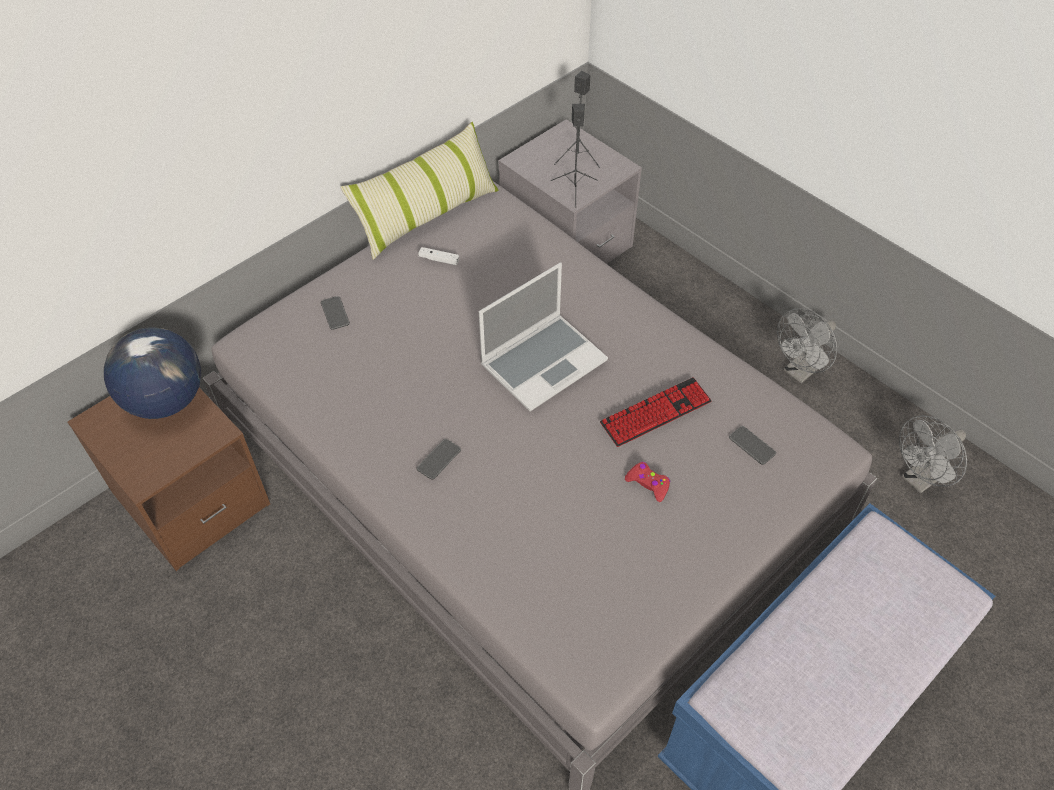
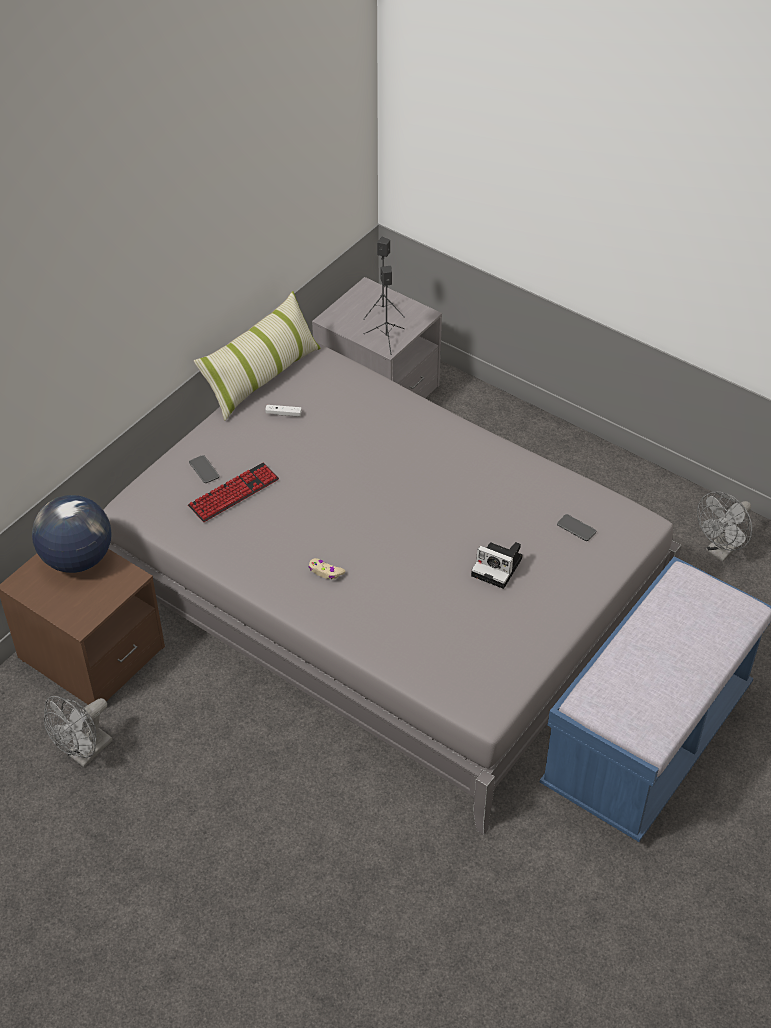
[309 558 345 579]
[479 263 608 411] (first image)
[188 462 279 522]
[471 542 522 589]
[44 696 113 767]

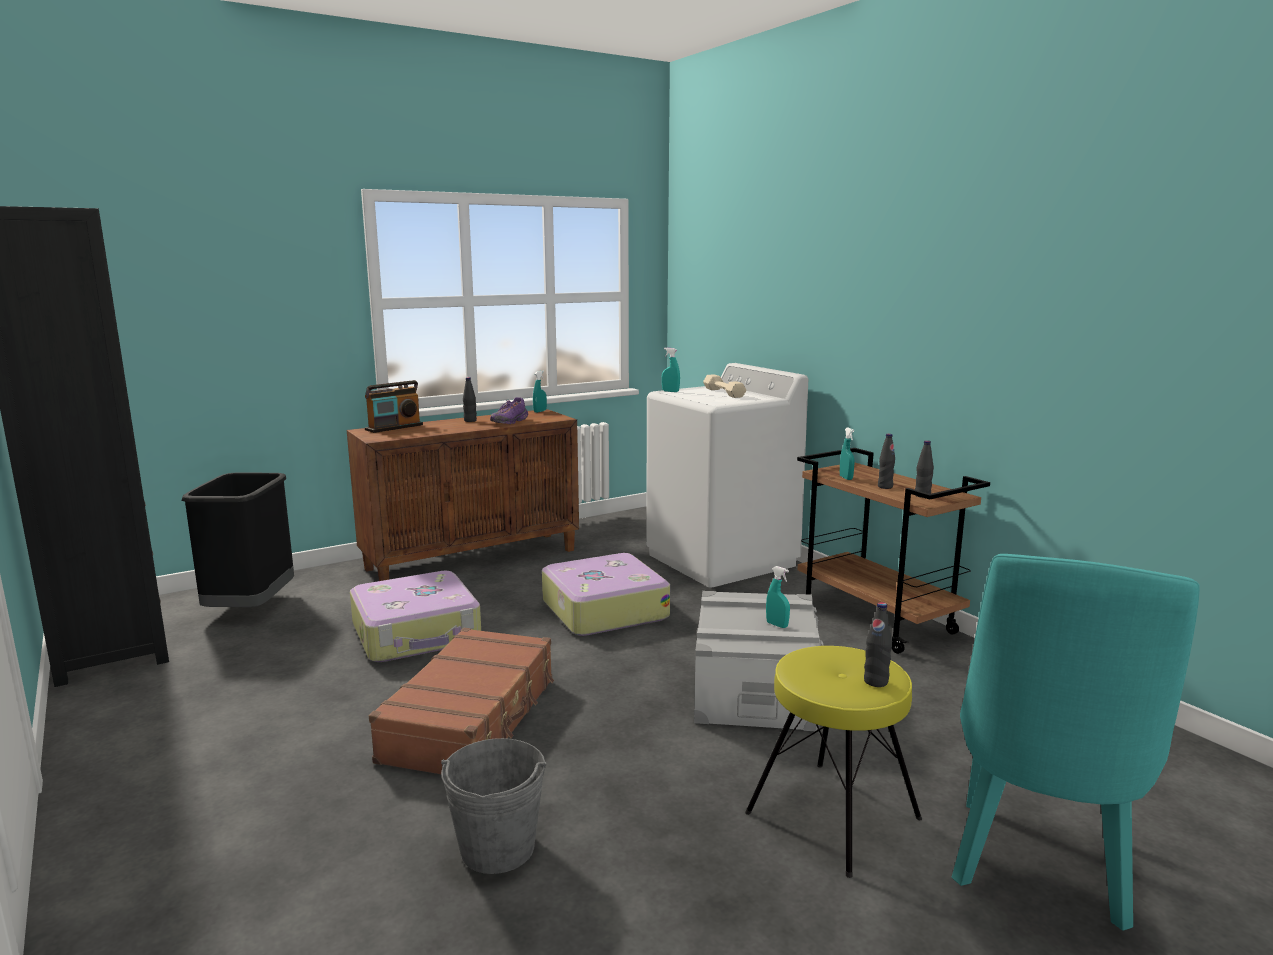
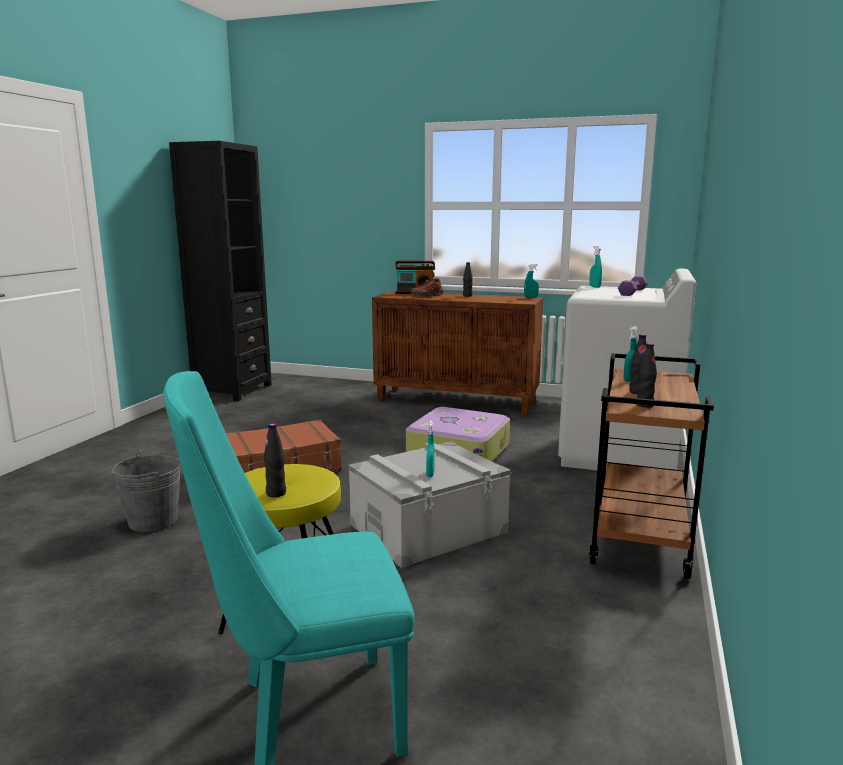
[182 473 294 607] (first image)
[350 571 481 662] (first image)
[490 397 528 425] (first image)
[618 276 648 296]
[410 278 444 298]

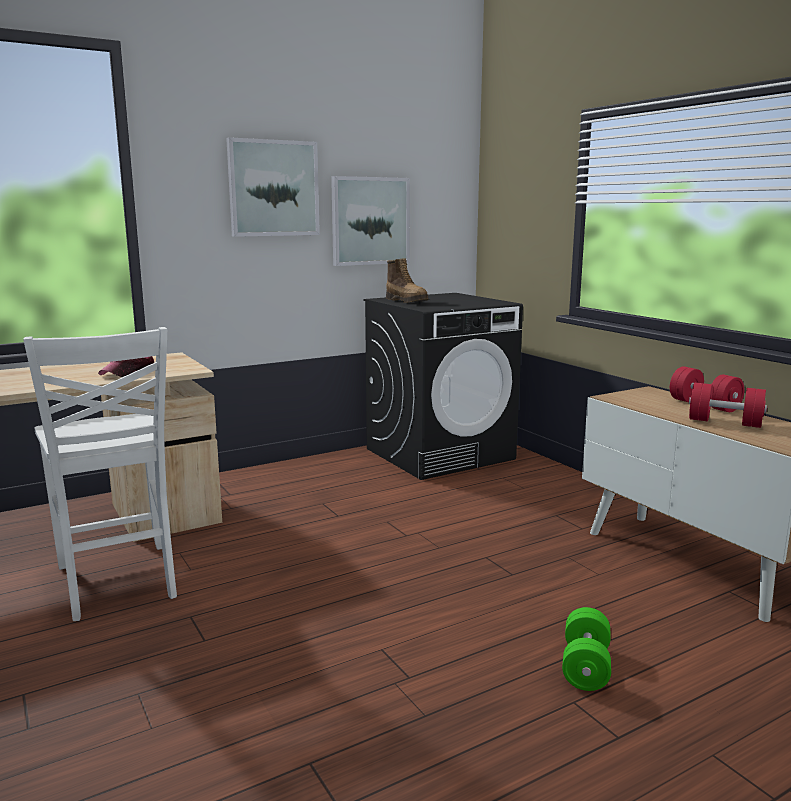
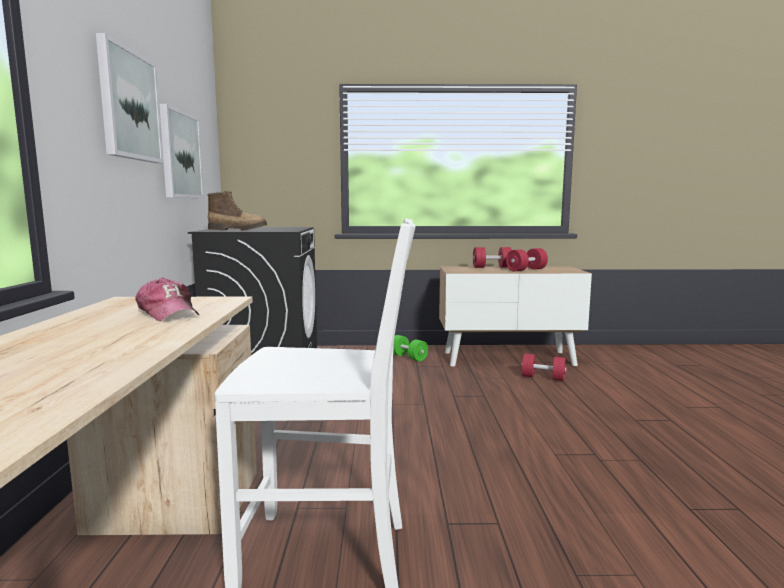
[393 335 428 362]
[522 354 567 381]

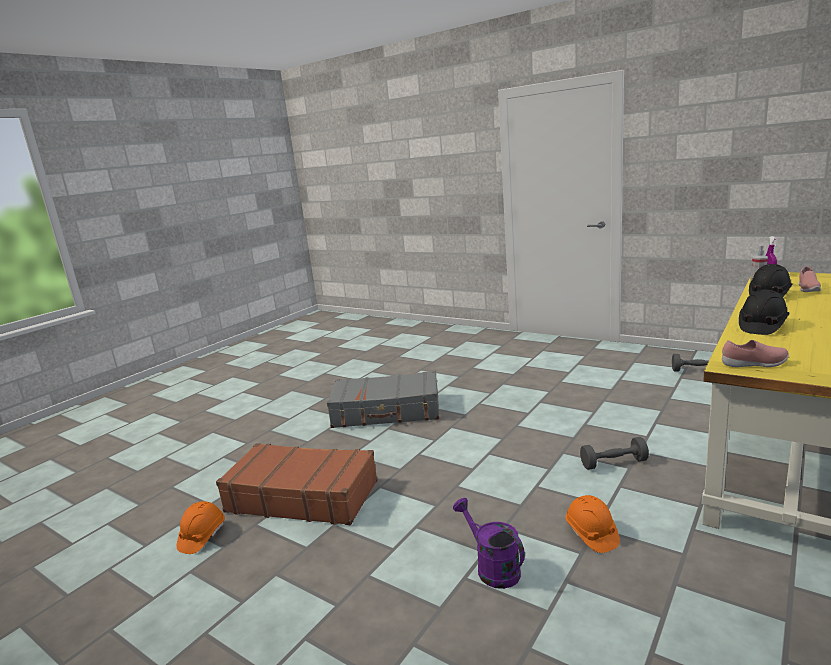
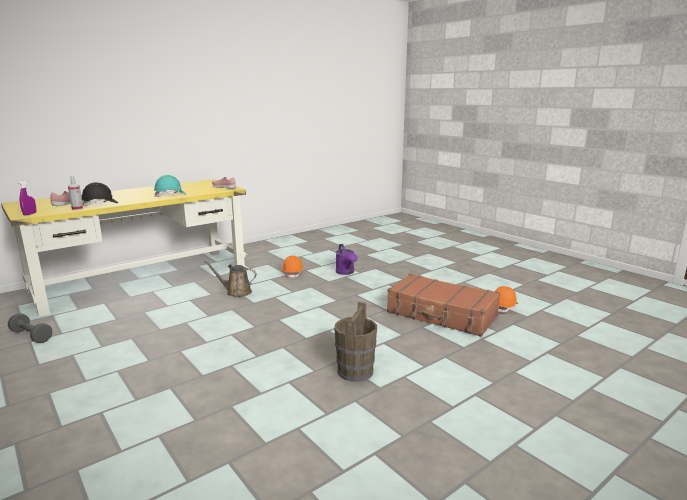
[334 302 377 382]
[204 261 257 297]
[154 175 186 197]

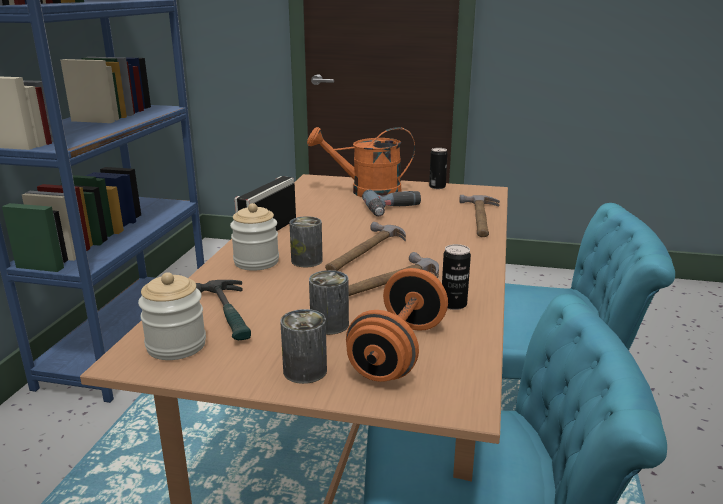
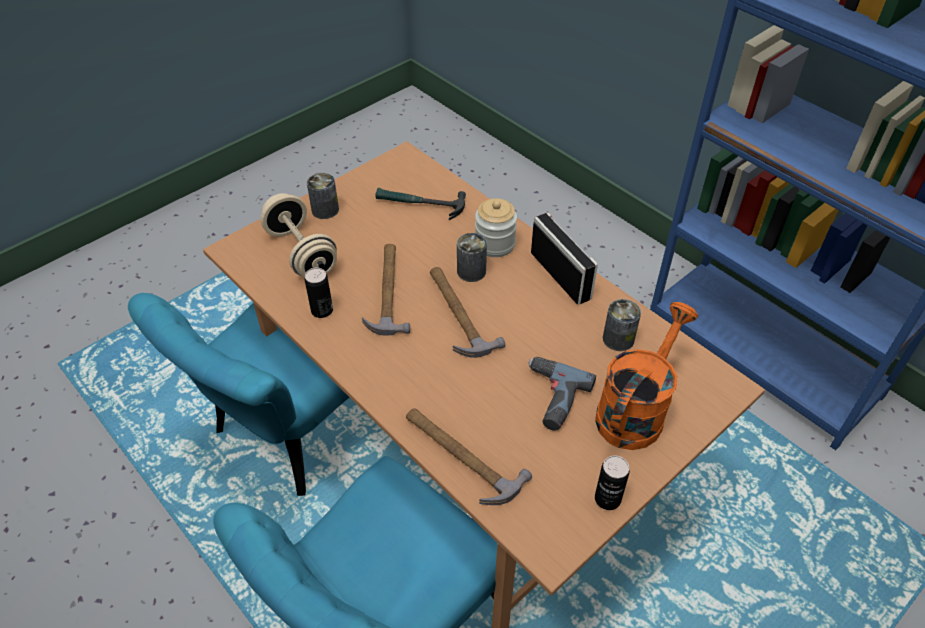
[138 272 206 360] (first image)
[603 299 641 351]
[261 193 337 277]

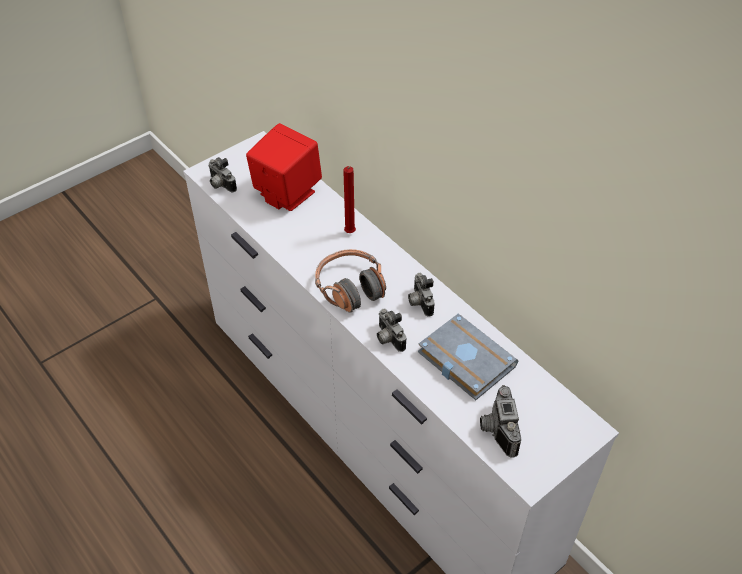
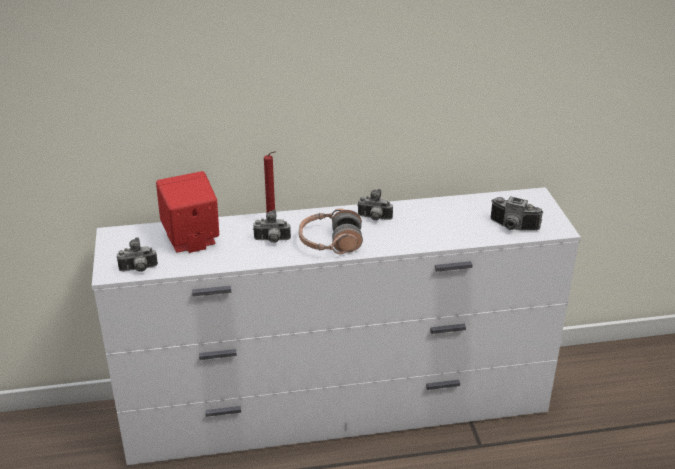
[253 210 291 243]
[418 314 519 400] (first image)

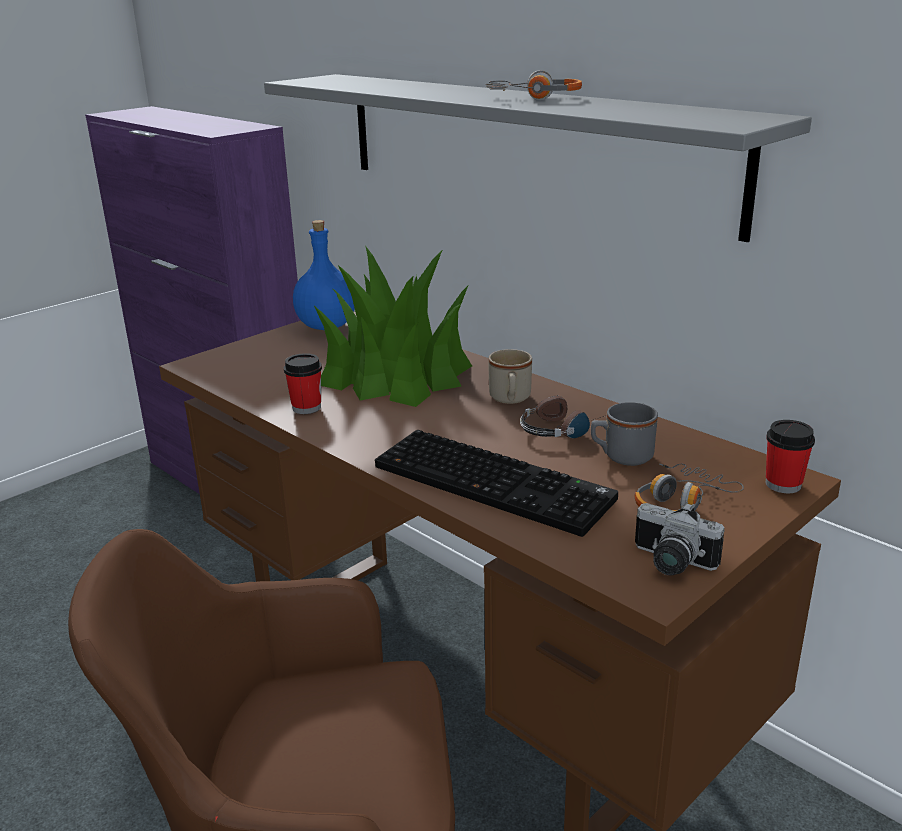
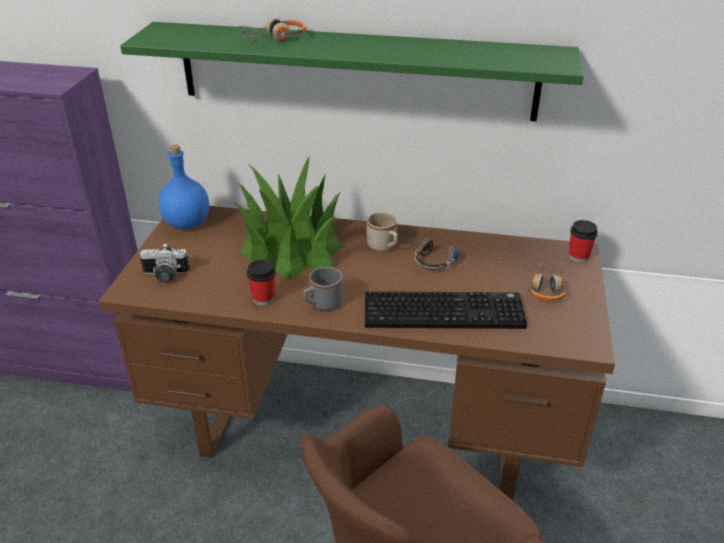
[120 22 584 121]
[236 18 306 42]
[303 267 343 311]
[140 243 190 283]

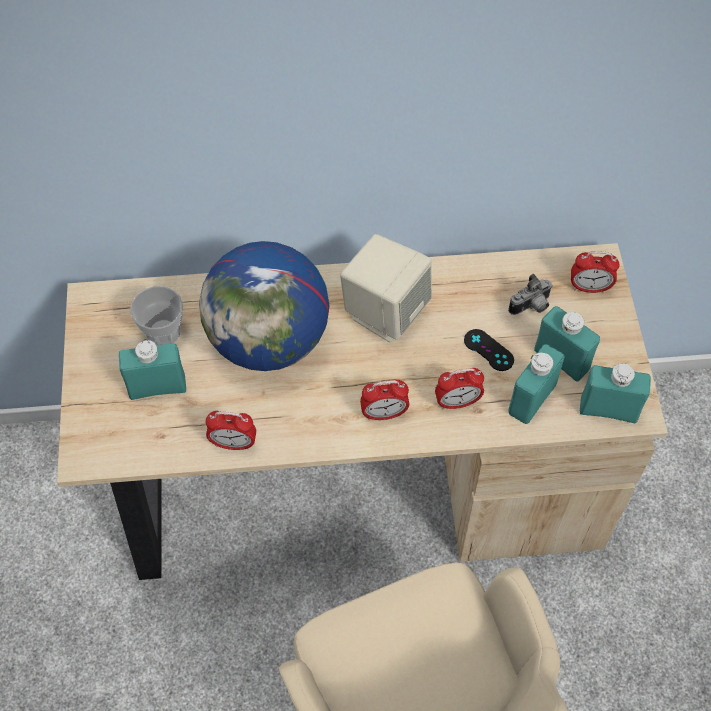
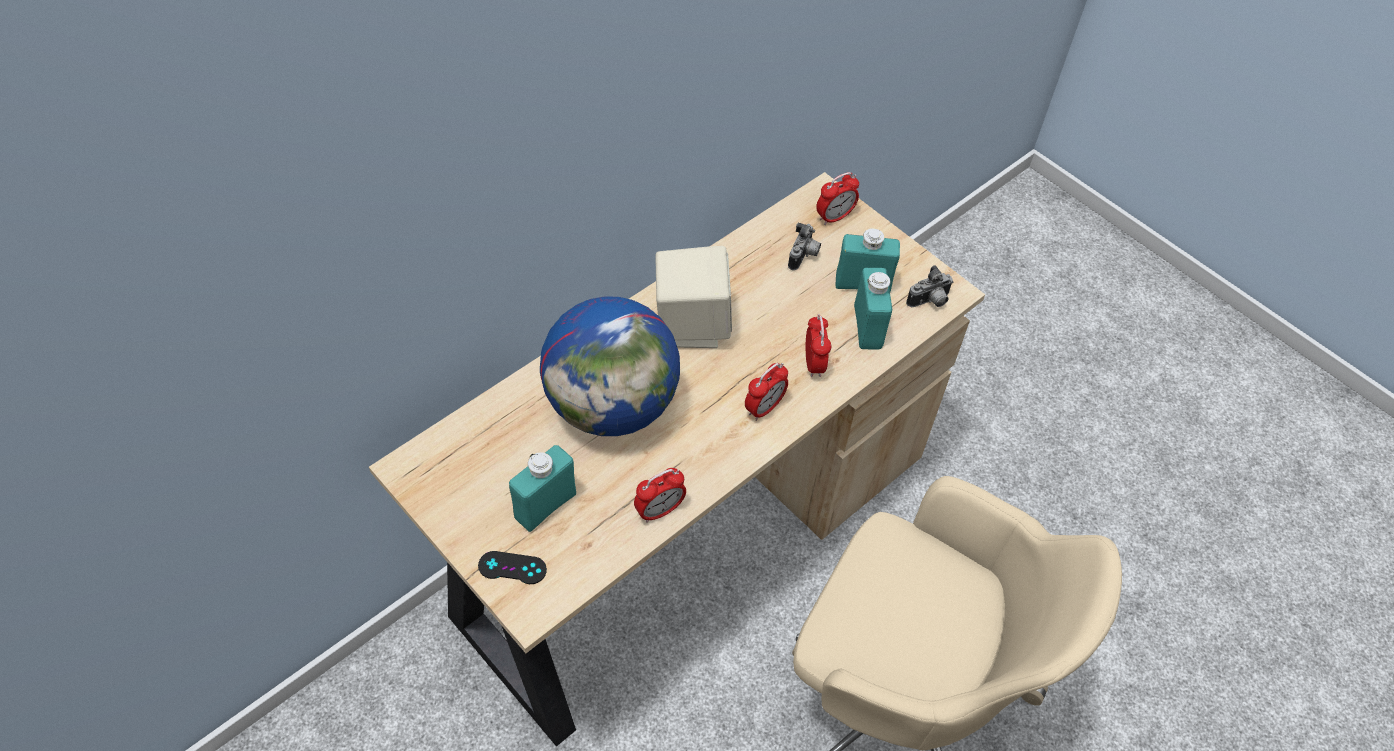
[130 286 183 345] (first image)
[806 314 832 377]
[478 551 547 584]
[906 265 953 307]

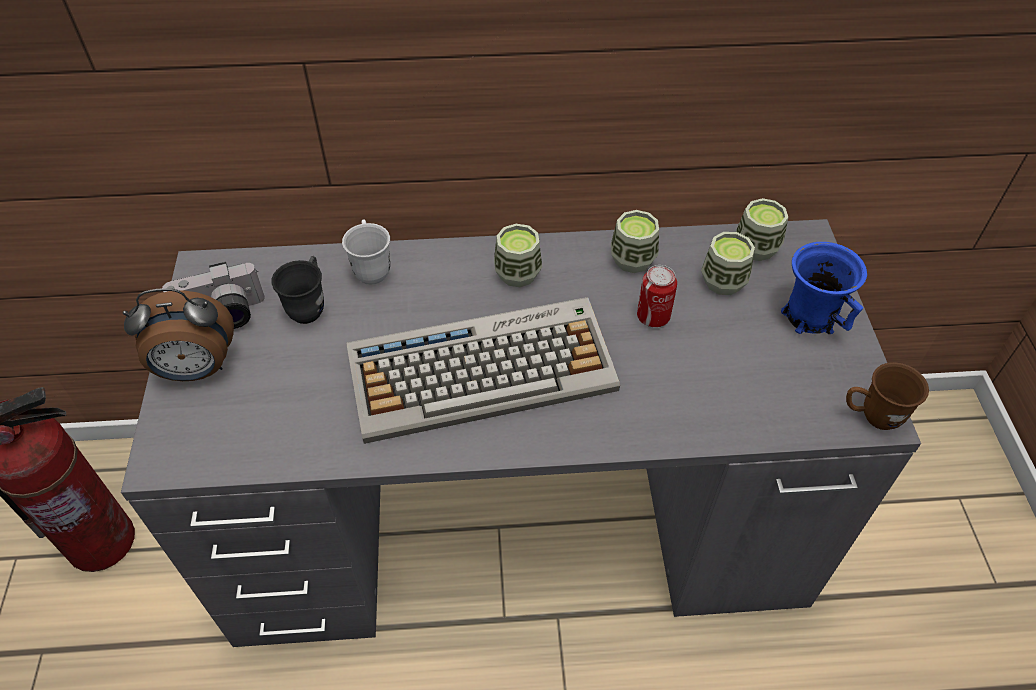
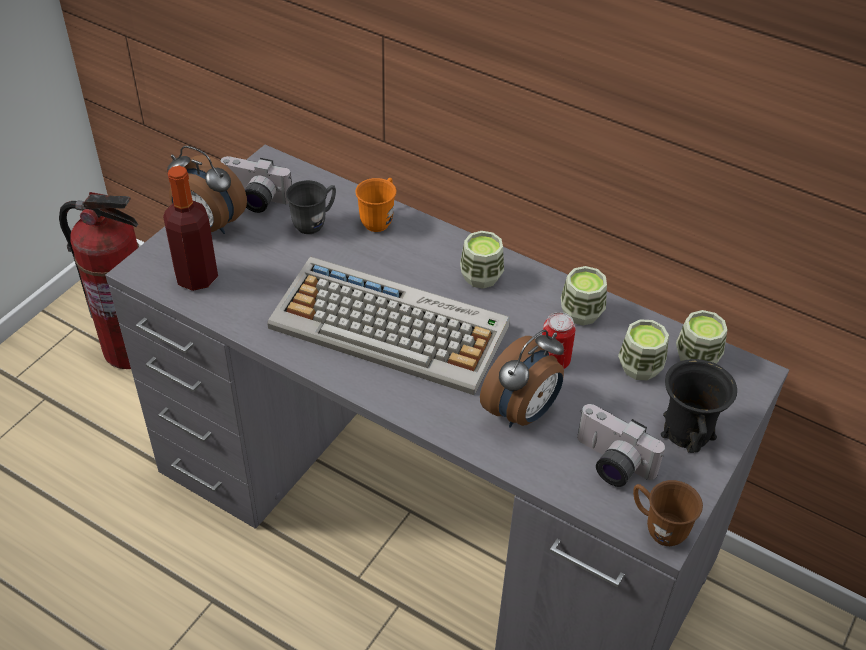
[355 178 396 232]
[661 359 737 453]
[163 166 218 291]
[480 330 564 428]
[577 404 665 487]

